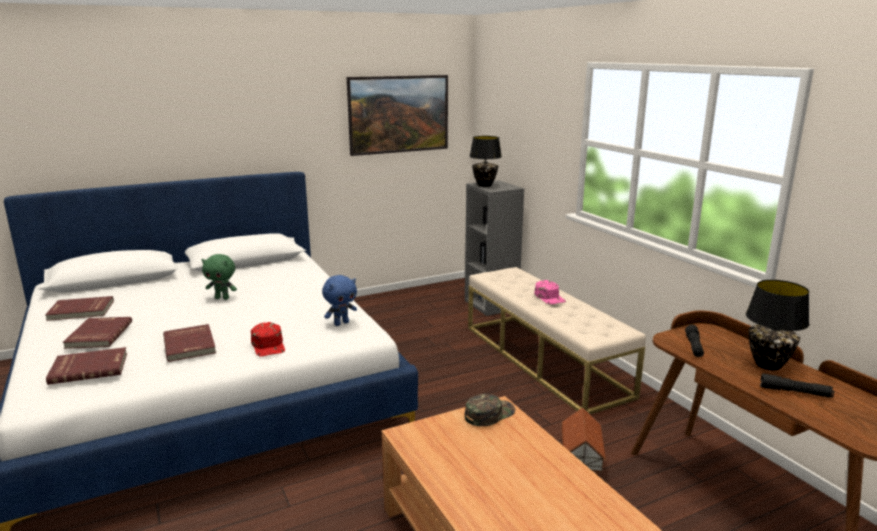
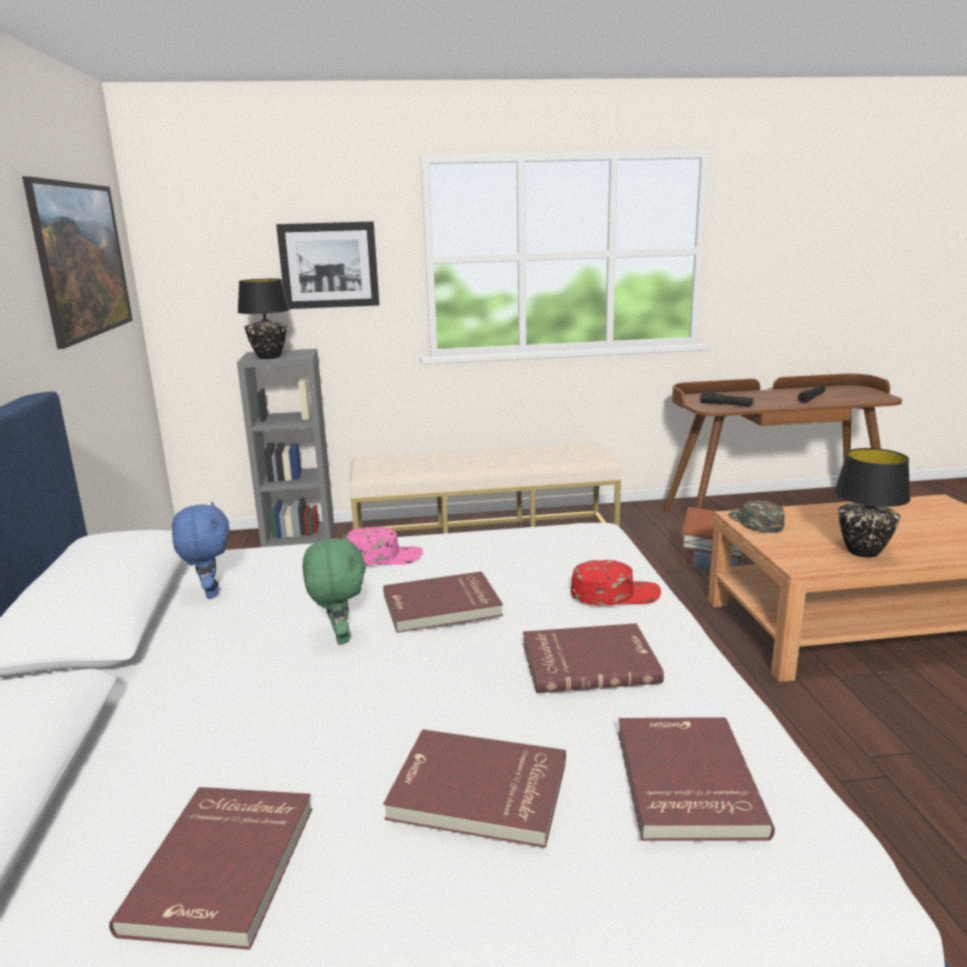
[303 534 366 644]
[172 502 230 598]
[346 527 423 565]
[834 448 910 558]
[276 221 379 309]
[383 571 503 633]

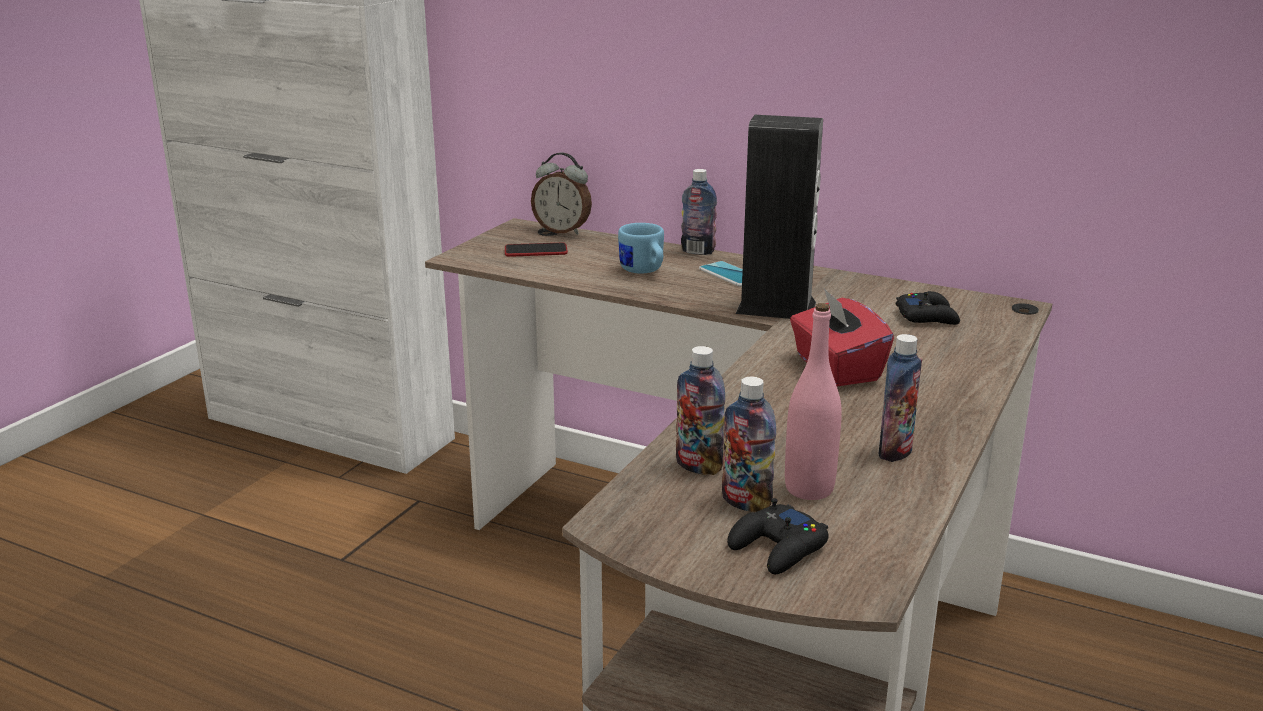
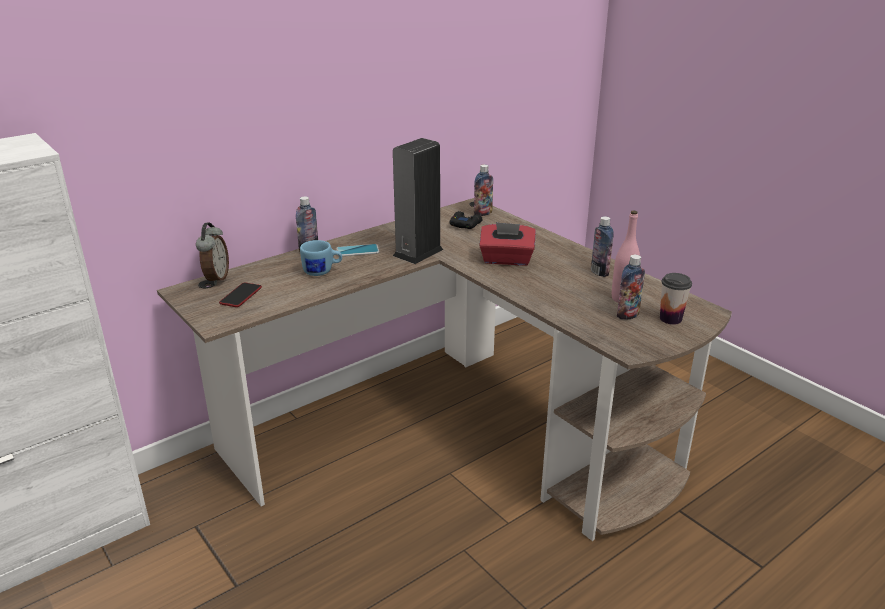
[196 222 229 285]
[474 165 493 216]
[660 273 692 325]

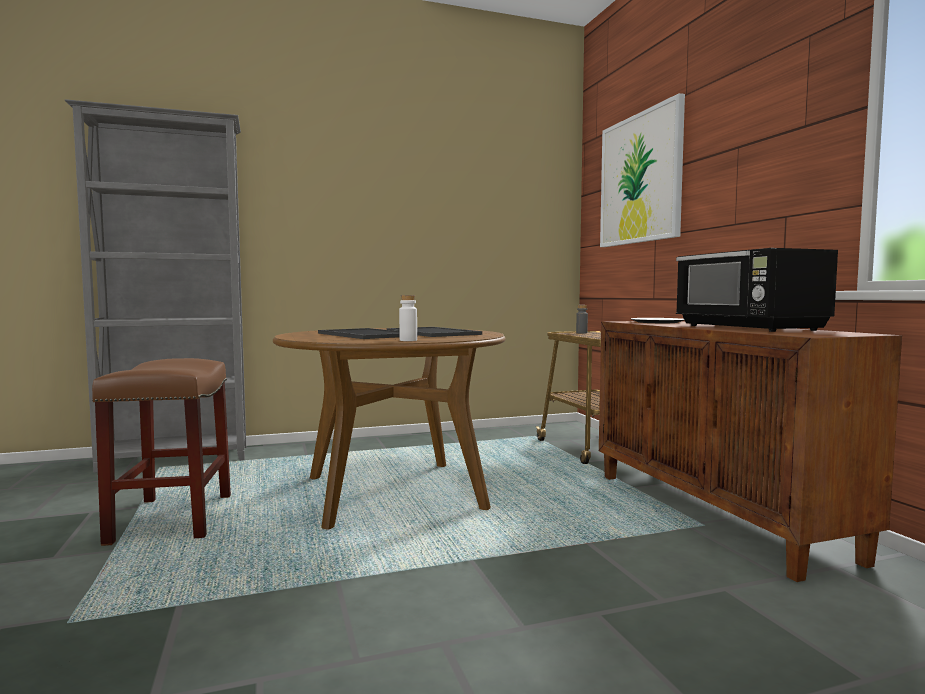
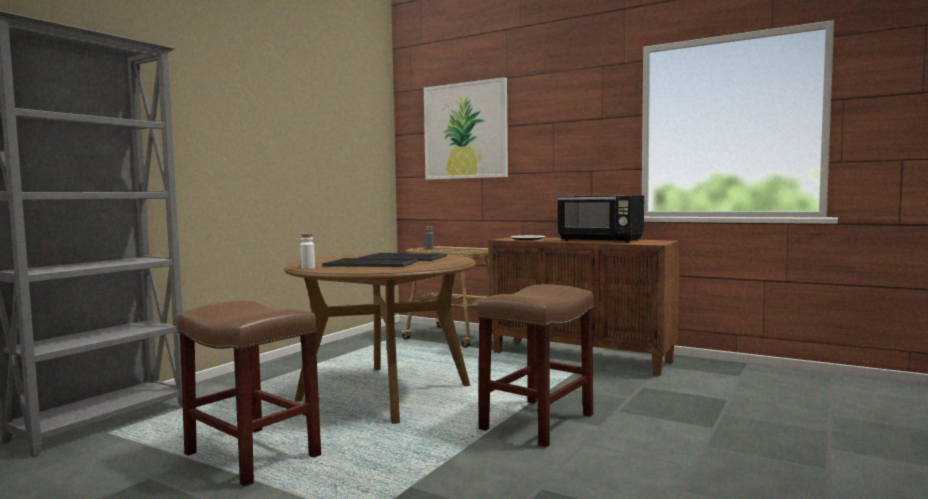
[300 233 315 269]
[478 284 594 448]

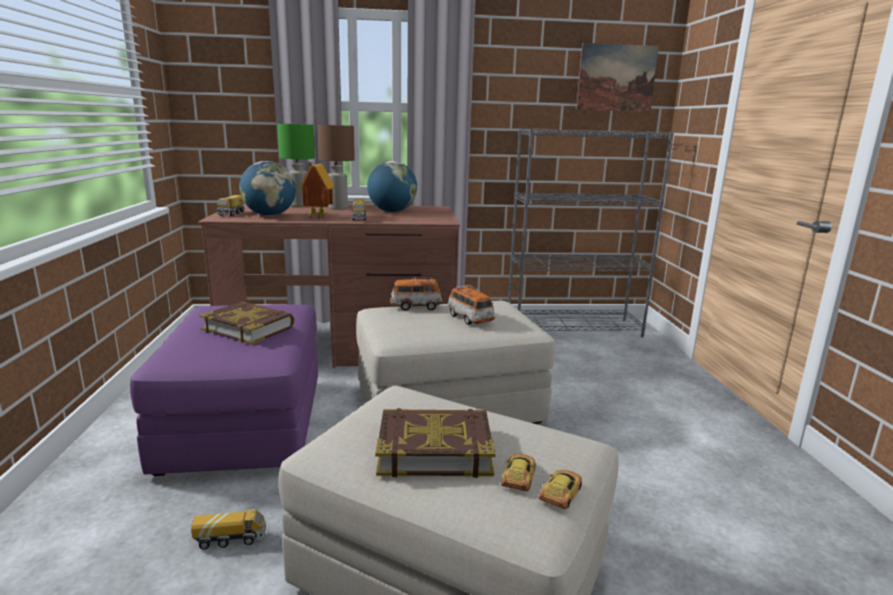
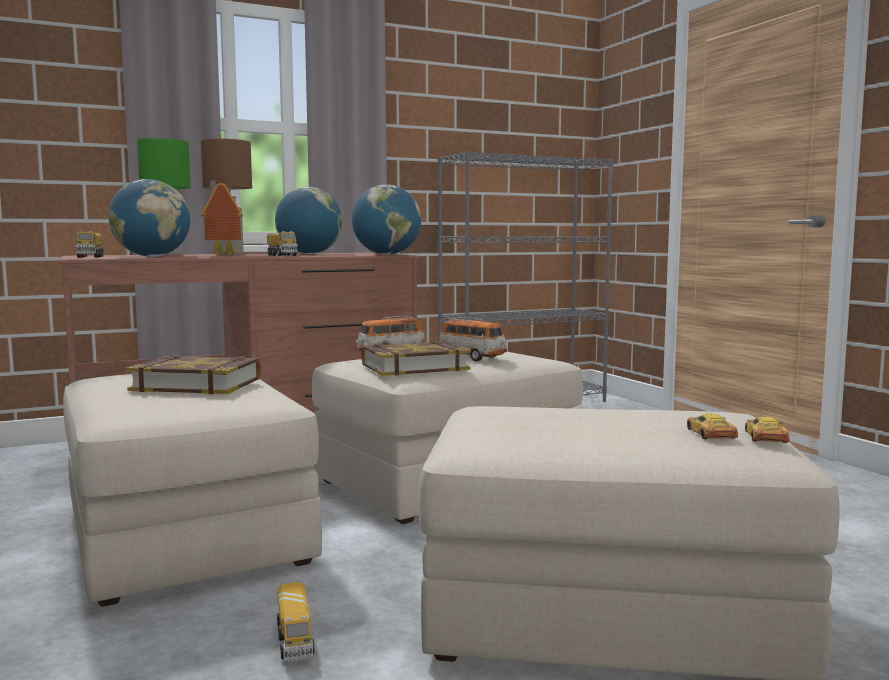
[63 374 322 607]
[277 582 314 663]
[361 341 471 376]
[576 43 659 112] (first image)
[352 185 421 255]

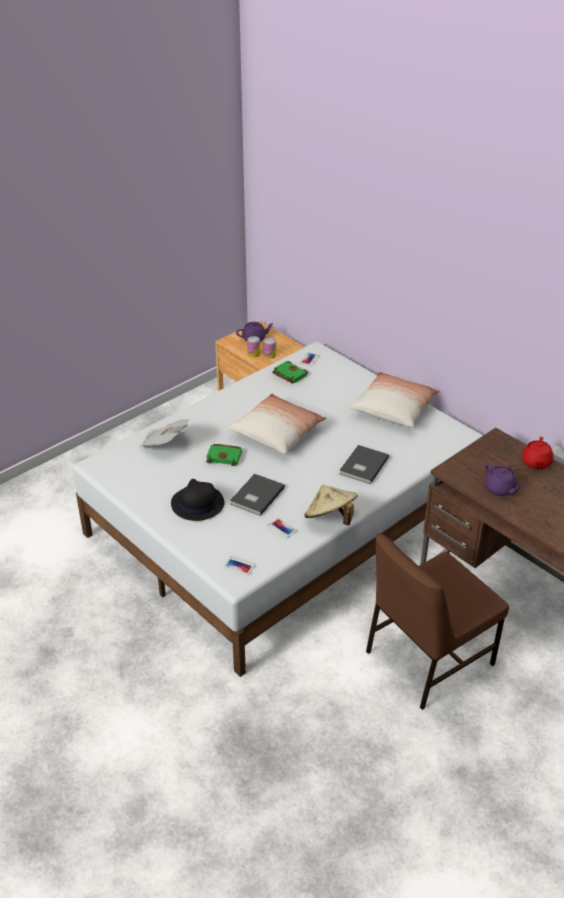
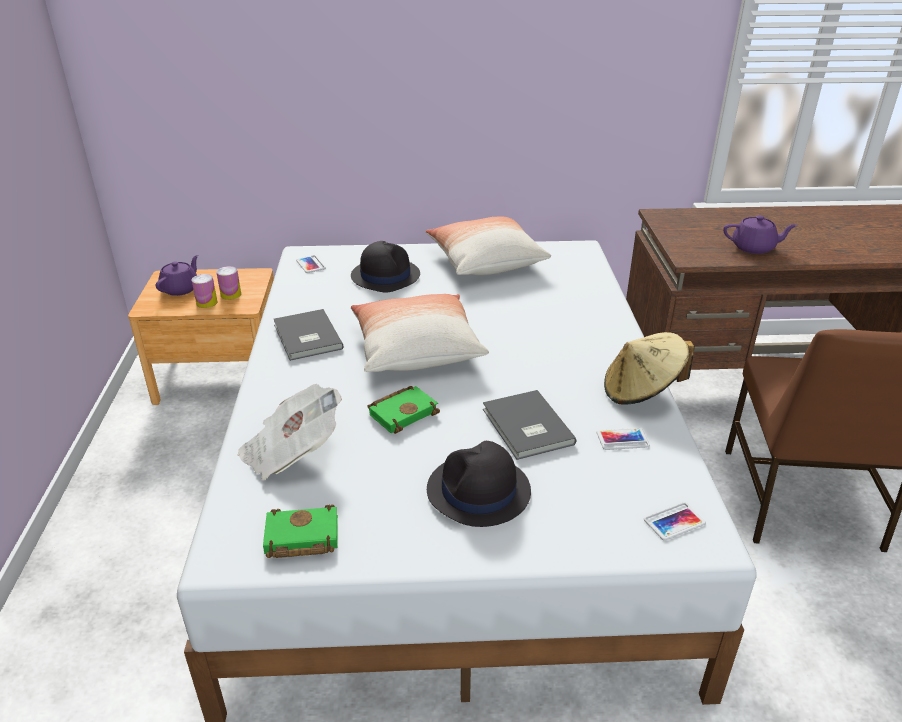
[263 504 338 558]
[274 309 343 361]
[522 437 554 469] (first image)
[351 241 420 292]

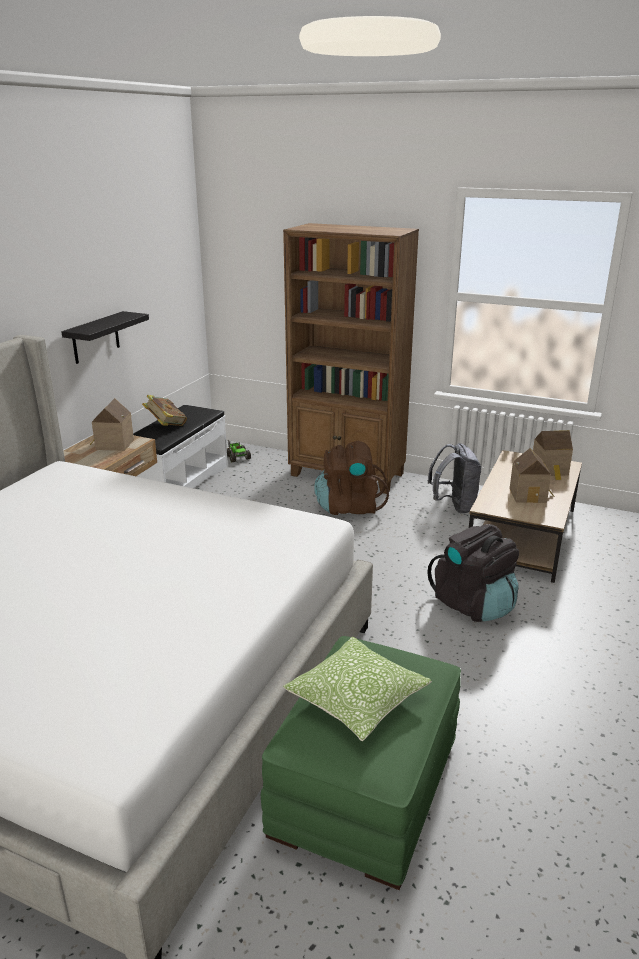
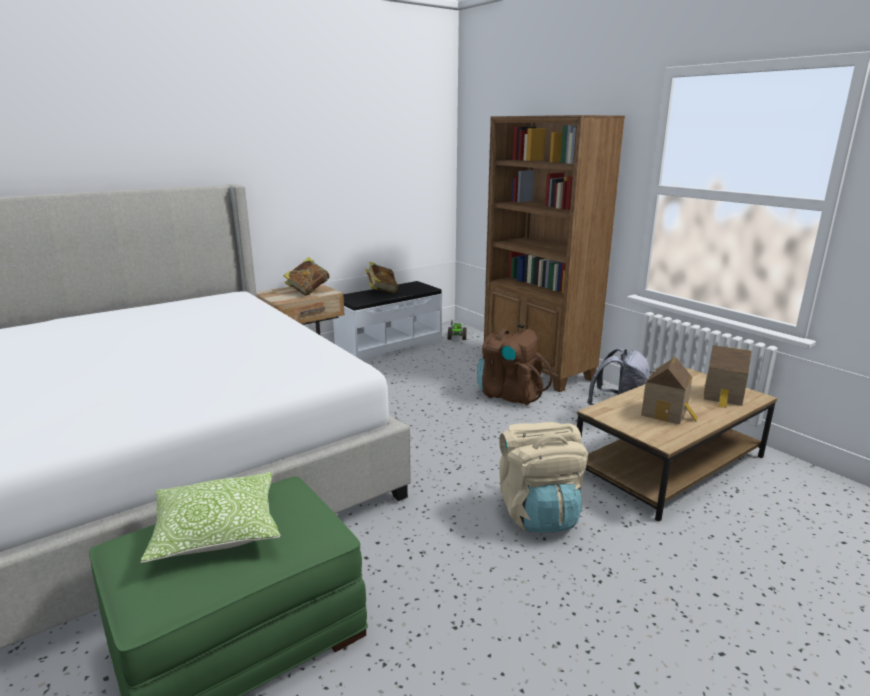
[62 311 149 364] (first image)
[283 257 330 296]
[499 422 588 533]

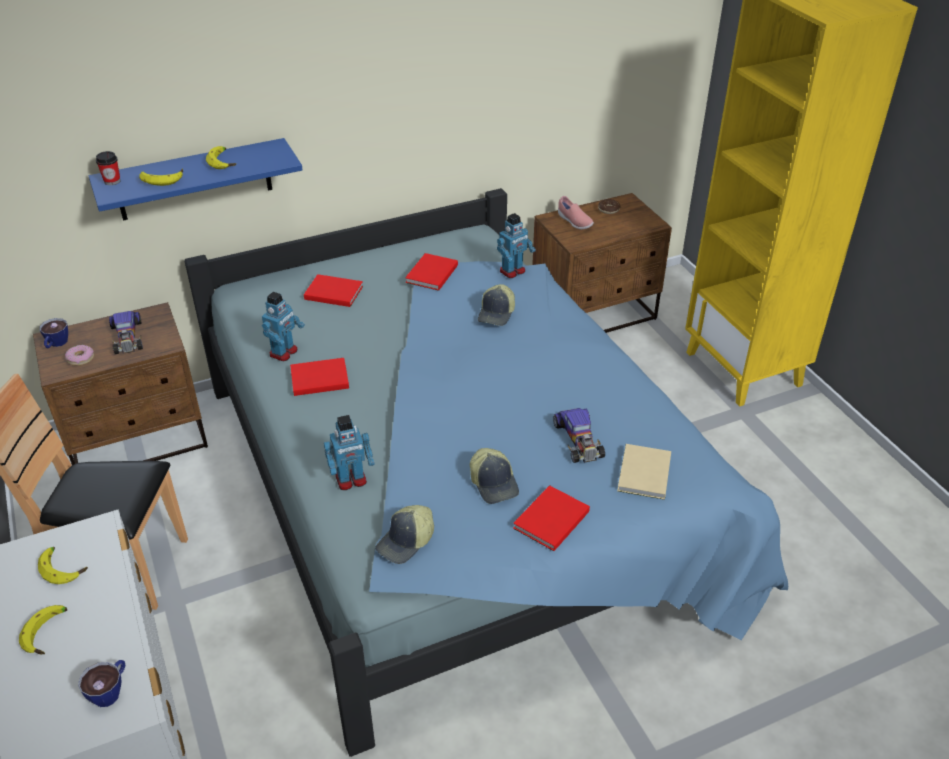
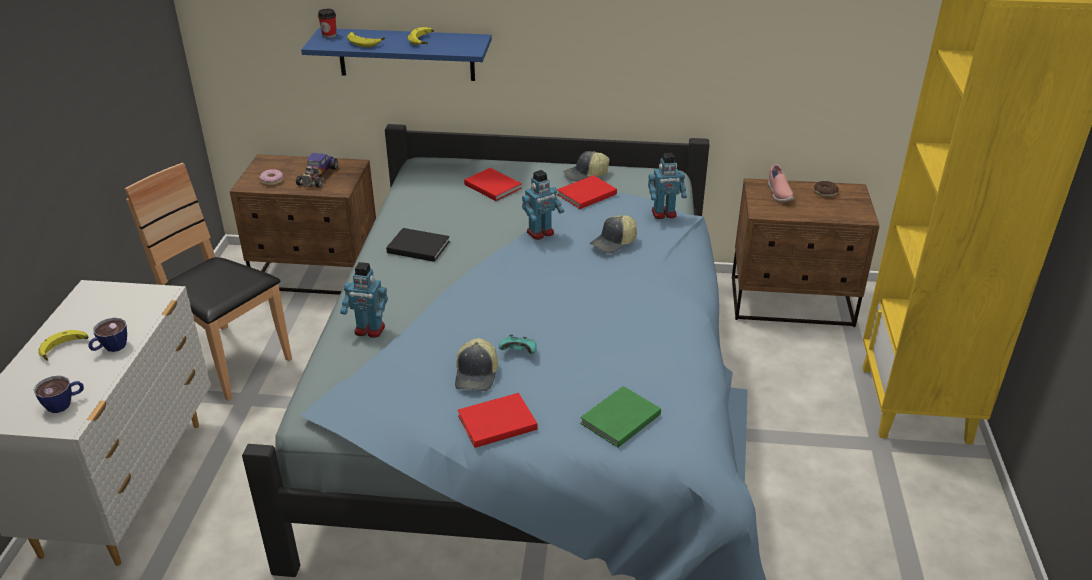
[38 547 88 584] (first image)
[88 318 127 352]
[522 170 564 240]
[386 228 450 262]
[563 151 610 182]
[553 408 605 463] (first image)
[580 386 661 448]
[499 334 537 354]

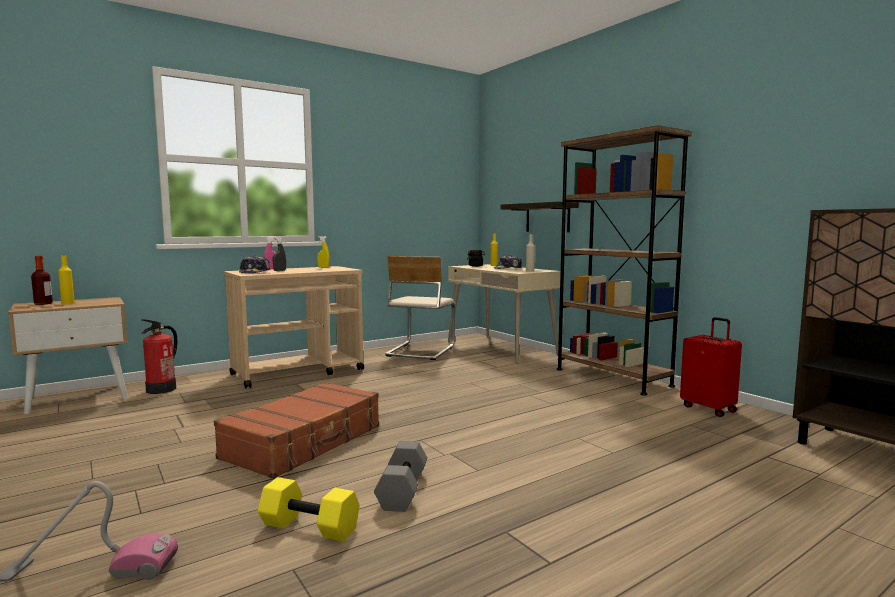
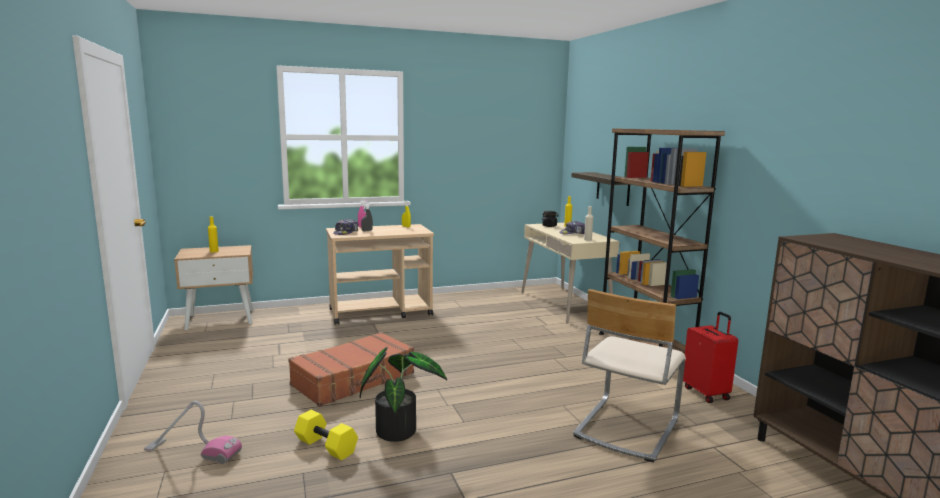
[31 256 53 305] (first image)
[141 319 177 394] (first image)
[360 347 447 442]
[573 289 686 462]

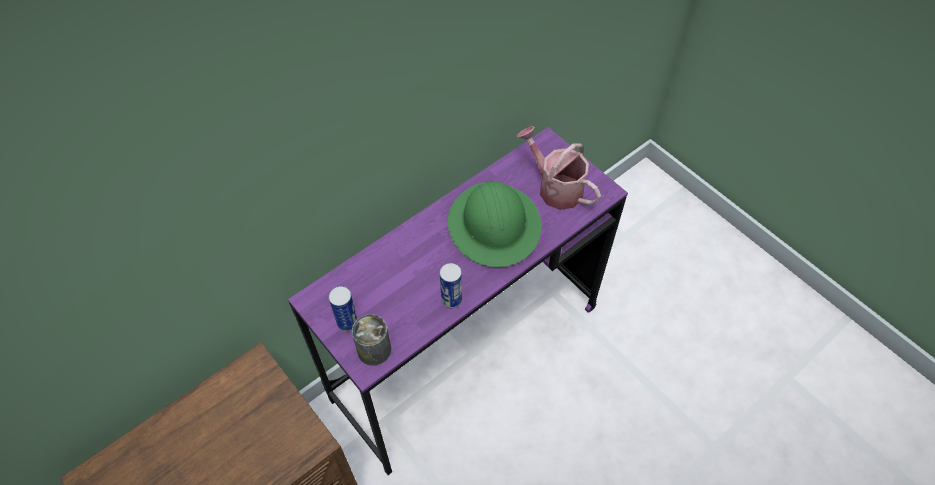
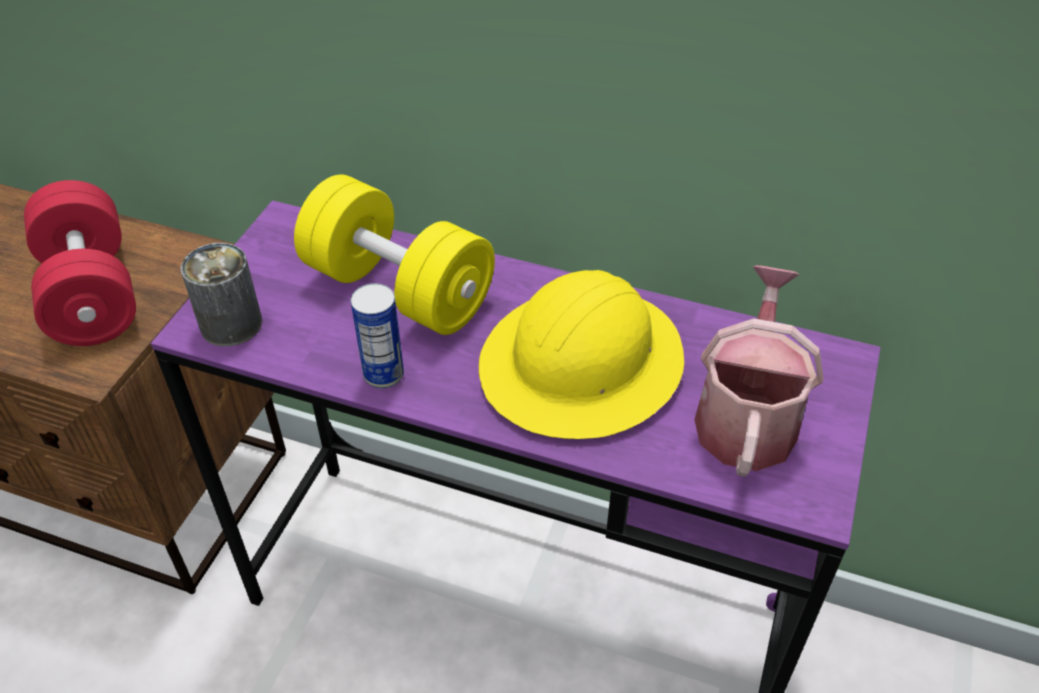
[329 286 358 331] (first image)
[479 270 684 439]
[24 180 136 346]
[294 175 495 335]

